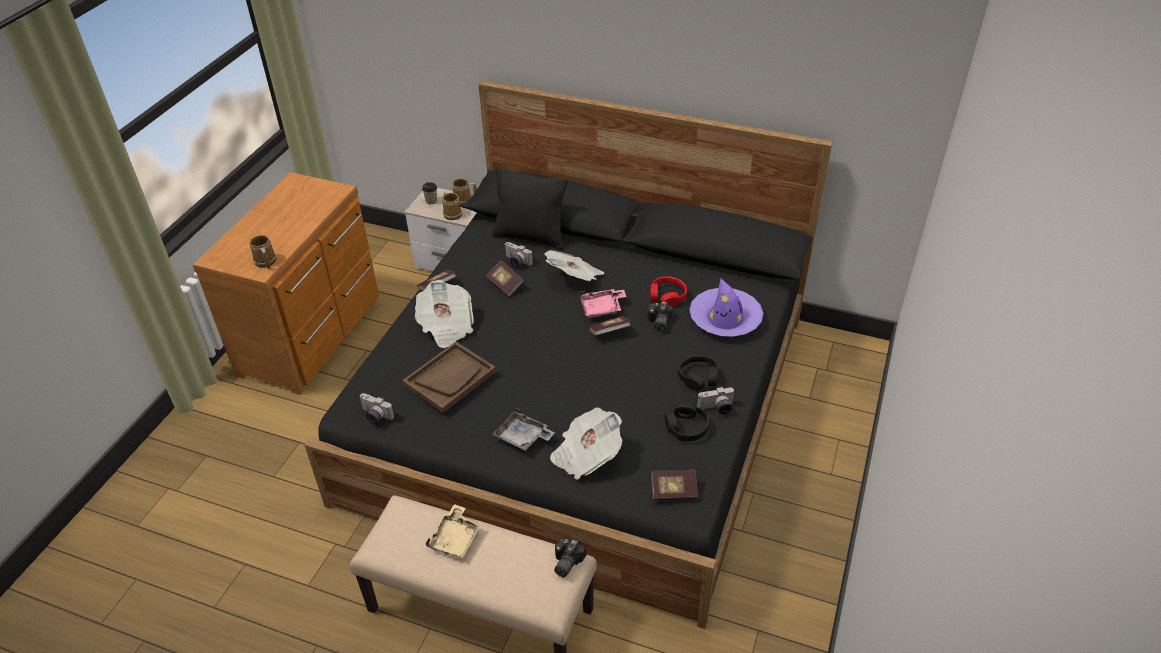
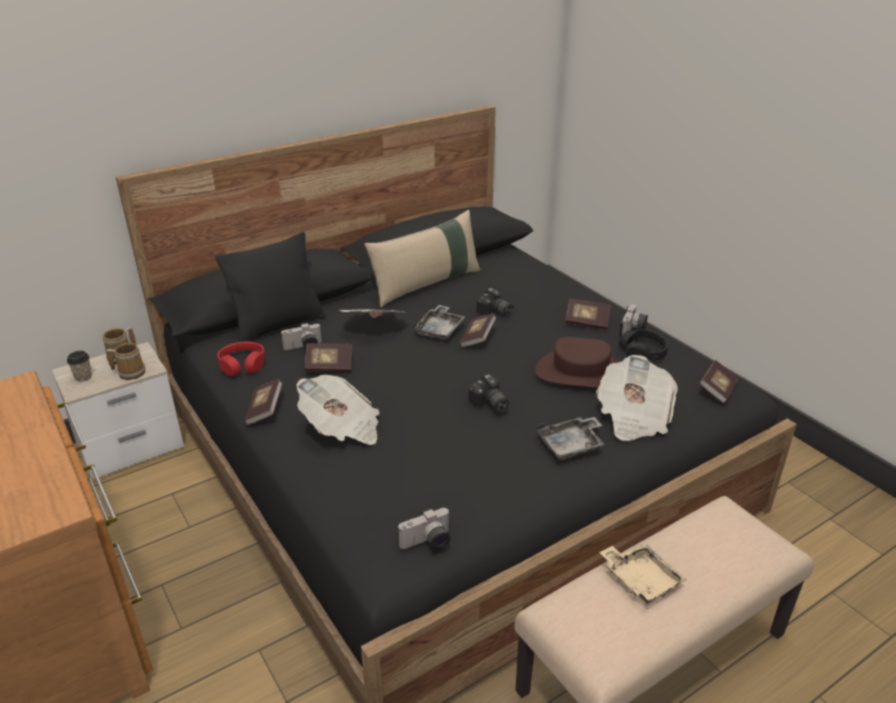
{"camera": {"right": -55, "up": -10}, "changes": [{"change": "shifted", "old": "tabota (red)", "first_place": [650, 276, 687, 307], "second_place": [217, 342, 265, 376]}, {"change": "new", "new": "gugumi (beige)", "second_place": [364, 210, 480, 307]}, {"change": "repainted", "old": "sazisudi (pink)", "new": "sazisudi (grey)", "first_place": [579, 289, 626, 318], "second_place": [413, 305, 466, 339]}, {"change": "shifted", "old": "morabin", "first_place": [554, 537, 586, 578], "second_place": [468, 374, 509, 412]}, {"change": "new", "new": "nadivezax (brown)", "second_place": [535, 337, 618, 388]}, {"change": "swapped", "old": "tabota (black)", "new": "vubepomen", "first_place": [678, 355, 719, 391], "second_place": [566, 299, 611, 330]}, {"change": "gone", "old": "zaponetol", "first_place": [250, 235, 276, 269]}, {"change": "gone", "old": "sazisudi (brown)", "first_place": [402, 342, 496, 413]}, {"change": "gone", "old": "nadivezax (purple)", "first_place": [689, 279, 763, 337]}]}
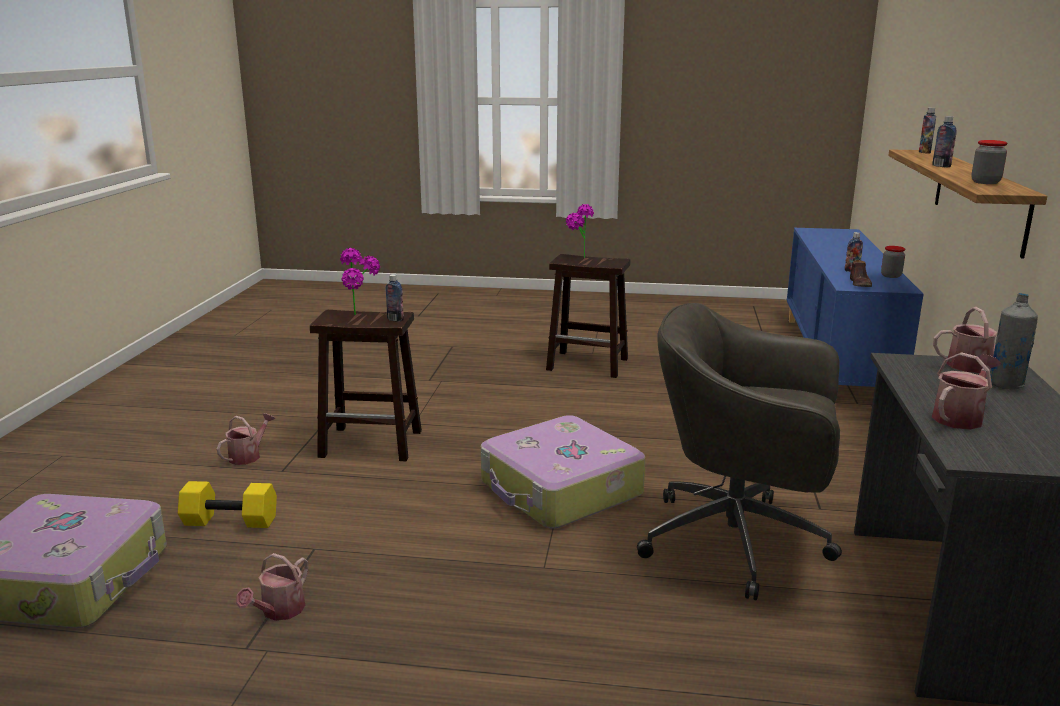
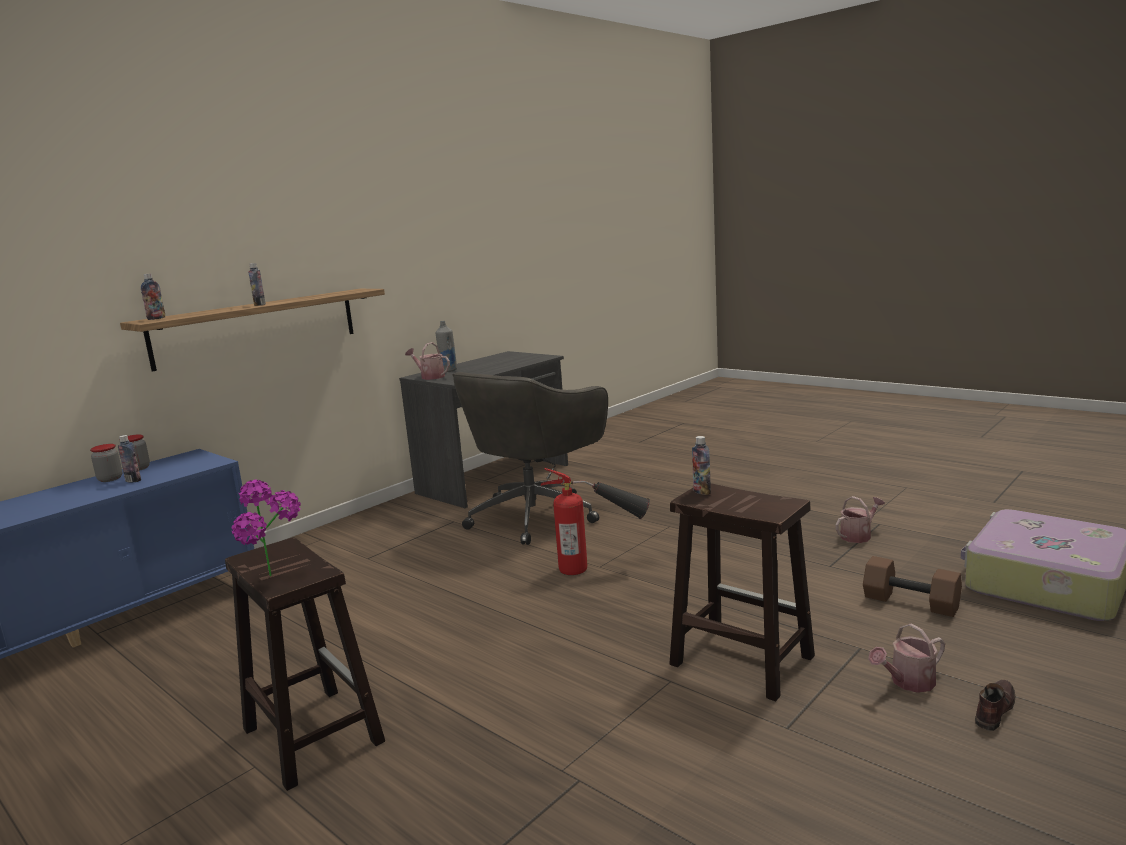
{"camera": {"right": -145, "up": -5}, "changes": [{"change": "shifted", "old": "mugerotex", "first_place": [971, 140, 1007, 184], "second_place": [90, 444, 122, 482]}, {"change": "rotated", "old": "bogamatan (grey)", "first_place": [637, 303, 842, 600], "second_place": [452, 372, 608, 545], "degrees": 75}, {"change": "swapped", "old": "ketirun", "new": "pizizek", "first_place": [481, 415, 646, 529], "second_place": [541, 468, 650, 575]}, {"change": "repainted", "old": "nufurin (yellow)", "new": "nufurin (brown)", "first_place": [178, 481, 277, 528], "second_place": [863, 556, 962, 617]}, {"change": "shifted", "old": "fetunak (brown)", "first_place": [850, 260, 872, 287], "second_place": [975, 680, 1015, 731]}, {"change": "gone", "old": "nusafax", "first_place": [340, 248, 380, 315]}, {"change": "gone", "old": "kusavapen", "first_place": [932, 352, 1001, 430]}]}
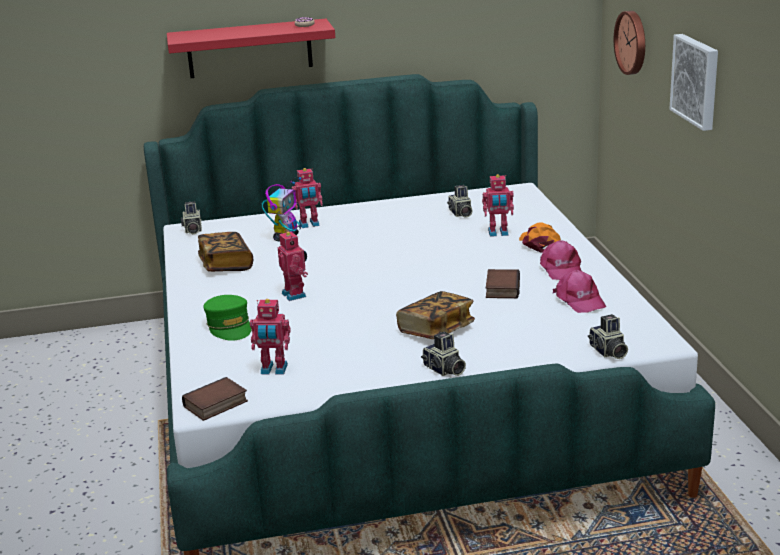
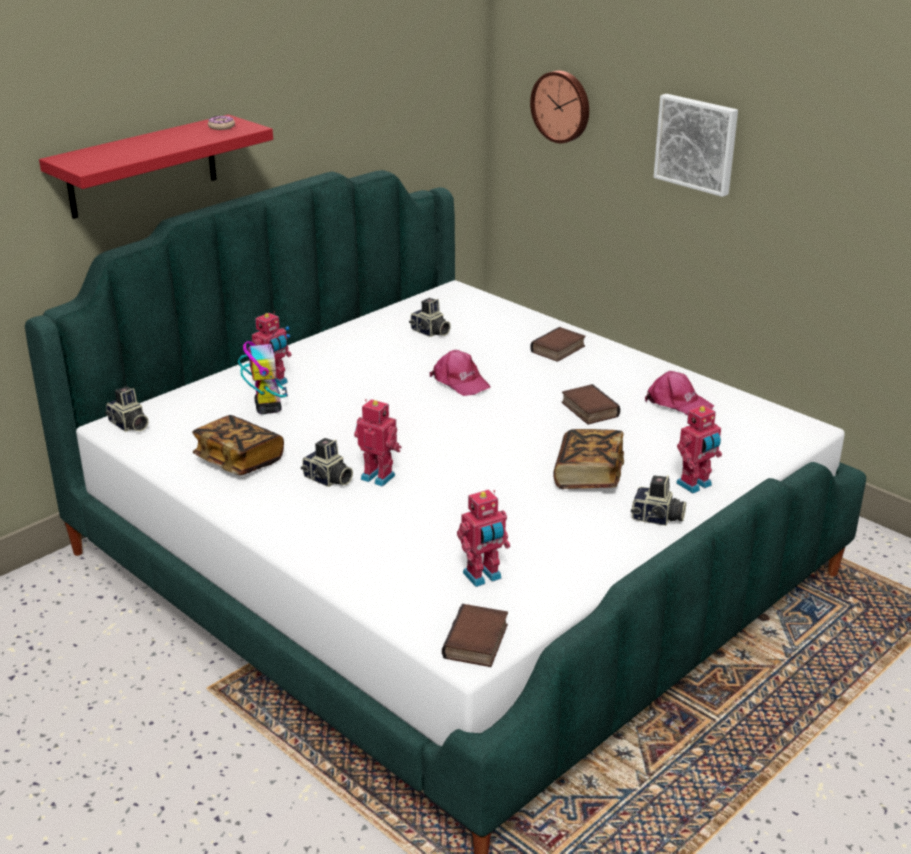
{"camera": {"right": -35, "up": 5}, "changes": [{"change": "shifted", "old": "morabin", "first_place": [588, 314, 628, 359], "second_place": [301, 438, 353, 487]}, {"change": "shifted", "old": "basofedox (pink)", "first_place": [540, 240, 581, 280], "second_place": [430, 350, 491, 396]}, {"change": "swapped", "old": "basofedox (orange)", "new": "vubepomen", "first_place": [519, 223, 561, 253], "second_place": [530, 327, 586, 362]}, {"change": "shifted", "old": "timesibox", "first_place": [482, 174, 514, 237], "second_place": [676, 405, 722, 493]}, {"change": "gone", "old": "basofedox (green)", "first_place": [204, 295, 252, 341]}]}
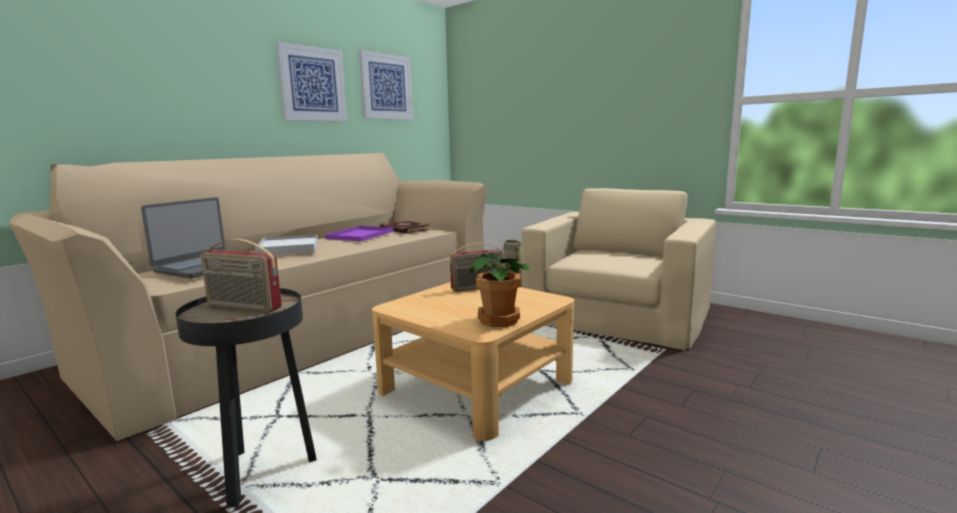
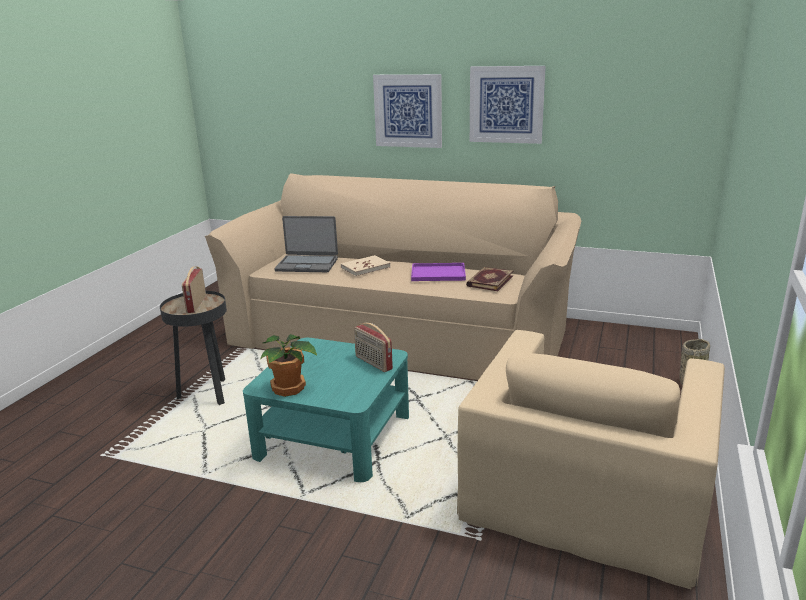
{"camera": {"right": 70, "up": 10}, "changes": [{"change": "repainted", "old": "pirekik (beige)", "new": "pirekik (turquoise)", "first_place": [372, 282, 574, 441], "second_place": [243, 338, 409, 482]}, {"change": "swapped", "old": "sazisudi (white)", "new": "vubepomen (beige)", "first_place": [255, 235, 318, 255], "second_place": [341, 255, 391, 276]}, {"change": "shifted", "old": "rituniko", "first_place": [359, 50, 413, 120], "second_place": [373, 74, 442, 148]}, {"change": "rotated", "old": "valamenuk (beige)", "first_place": [521, 188, 716, 350], "second_place": [457, 330, 725, 589], "degrees": 105}]}
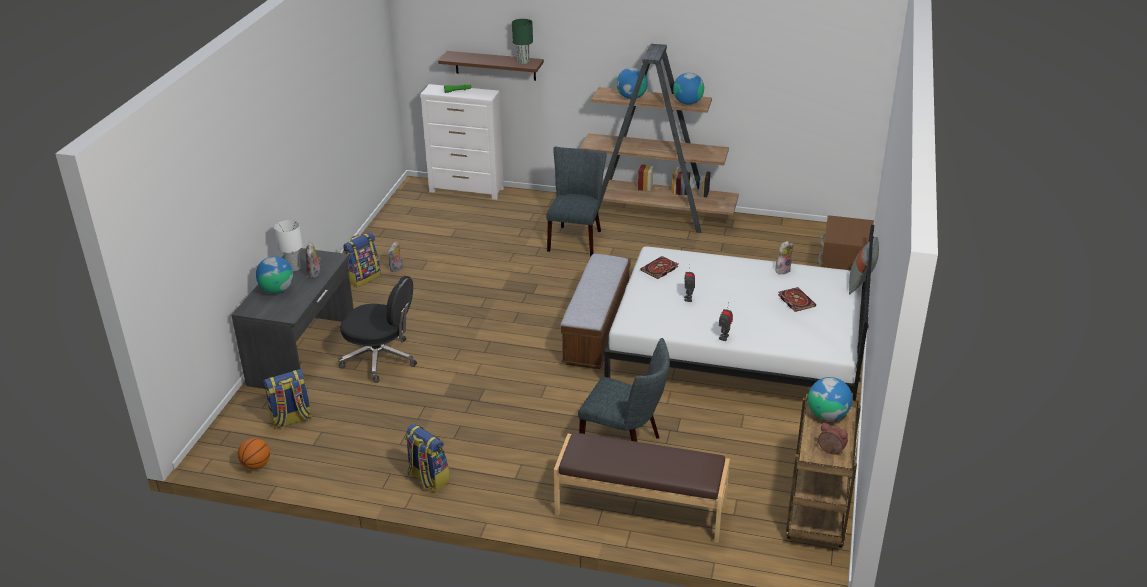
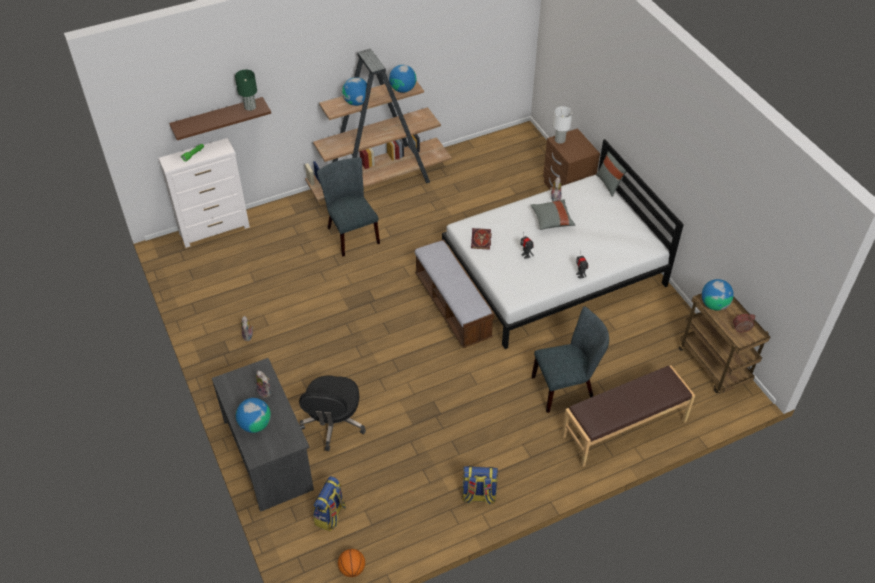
{"camera": {"right": -40, "up": 15}, "changes": [{"change": "rotated", "old": "bogamatan (black)", "first_place": [338, 276, 417, 383], "second_place": [299, 376, 366, 451], "degrees": 120}, {"change": "new", "new": "gugumi (grey)", "second_place": [530, 199, 575, 230]}, {"change": "shifted", "old": "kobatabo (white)", "first_place": [274, 220, 302, 272], "second_place": [553, 106, 572, 144]}, {"change": "gone", "old": "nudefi", "first_place": [343, 232, 381, 287]}, {"change": "gone", "old": "vubepomen", "first_place": [778, 287, 816, 312]}]}
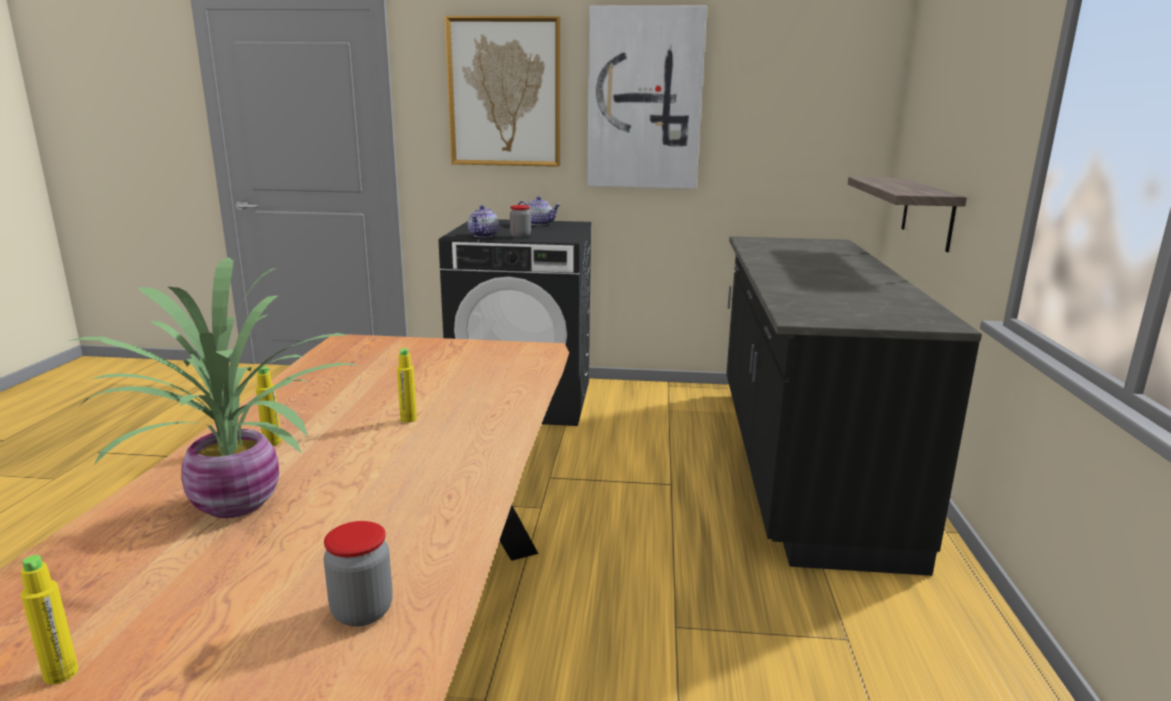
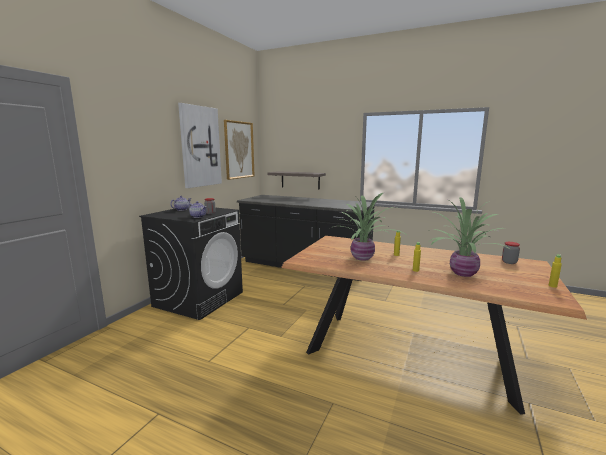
{"camera": {"right": -70, "up": -5}, "changes": [{"change": "shifted", "old": "rituniko", "first_place": [445, 16, 560, 167], "second_place": [224, 120, 255, 180]}, {"change": "new", "new": "nusafax", "second_place": [331, 193, 408, 261]}]}
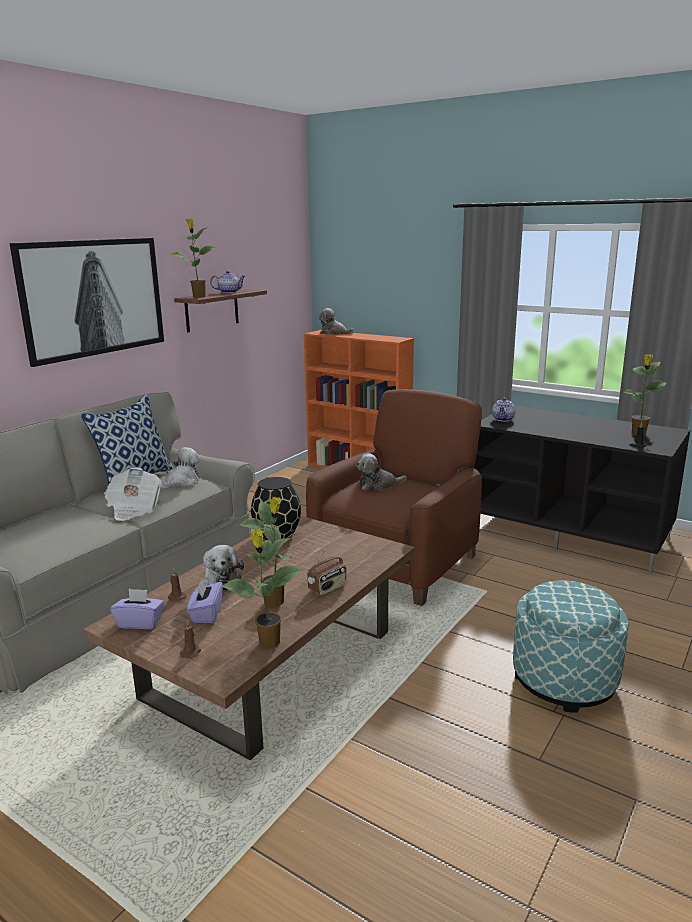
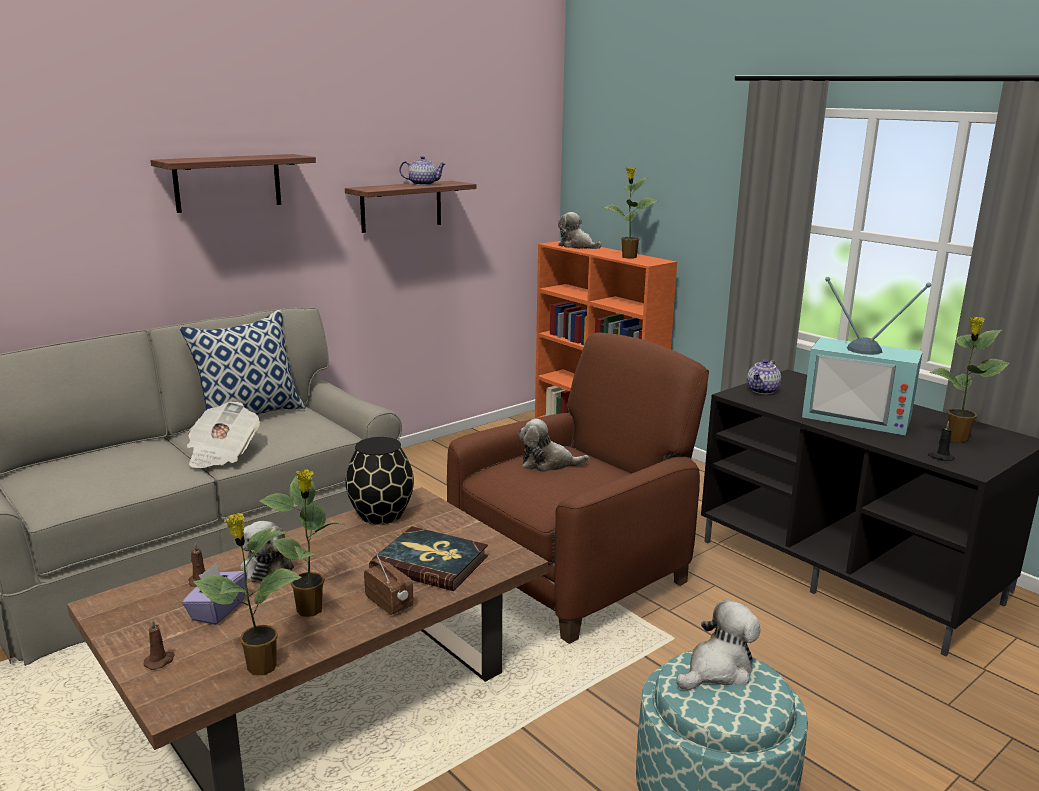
{"camera": {"right": 15, "up": 0}, "changes": [{"change": "swapped", "old": "rituniko", "new": "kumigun", "first_place": [9, 238, 164, 367], "second_place": [150, 154, 316, 213]}, {"change": "rotated", "old": "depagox", "first_place": [307, 545, 347, 596], "second_place": [364, 549, 413, 615], "degrees": -105}, {"change": "new", "new": "vubepomen", "second_place": [372, 526, 488, 591]}, {"change": "shifted", "old": "nusafax", "first_place": [171, 218, 217, 298], "second_place": [603, 167, 658, 259]}, {"change": "shifted", "old": "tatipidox", "first_place": [160, 447, 200, 489], "second_place": [676, 600, 760, 690]}, {"change": "new", "new": "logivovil", "second_place": [802, 277, 931, 436]}, {"change": "gone", "old": "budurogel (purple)", "first_place": [110, 589, 164, 629]}]}
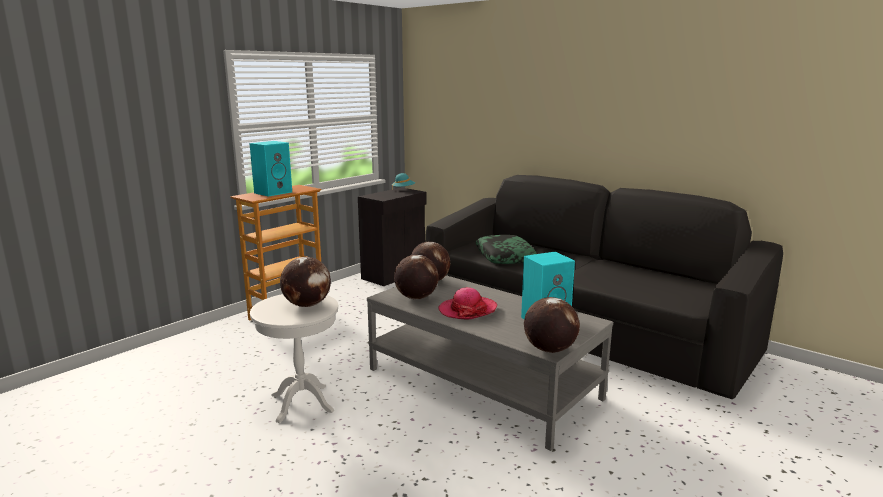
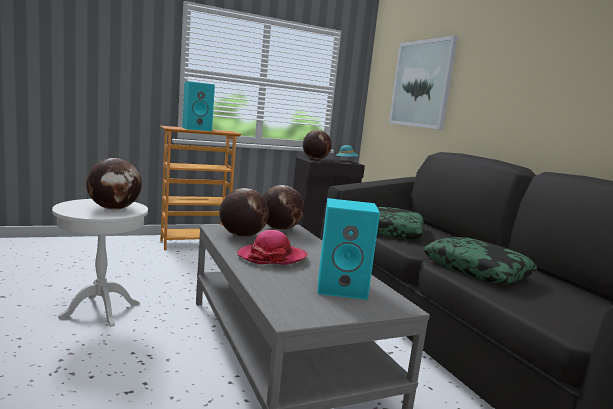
{"camera": {"right": 25, "up": -5}, "changes": [{"change": "shifted", "old": "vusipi", "first_place": [524, 297, 580, 353], "second_place": [303, 130, 332, 160]}, {"change": "new", "new": "rituniko", "second_place": [389, 35, 458, 130]}, {"change": "new", "new": "gugumi", "second_place": [424, 237, 537, 284]}]}
